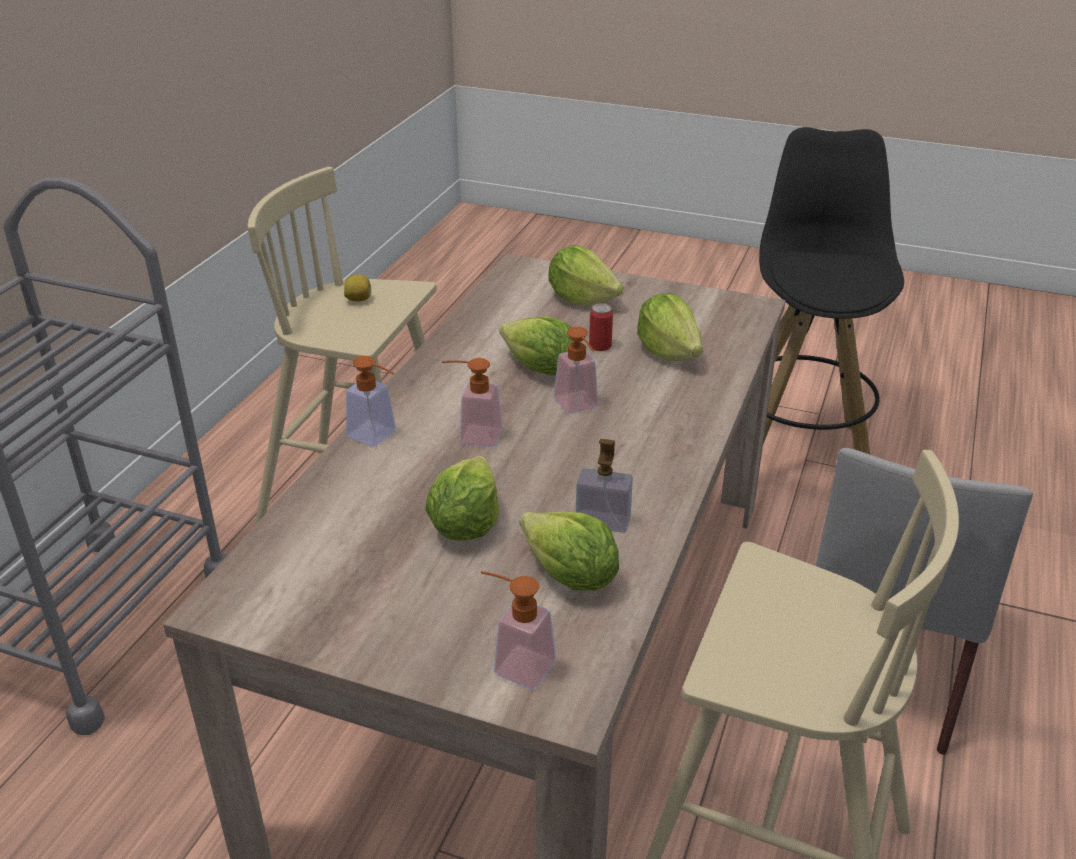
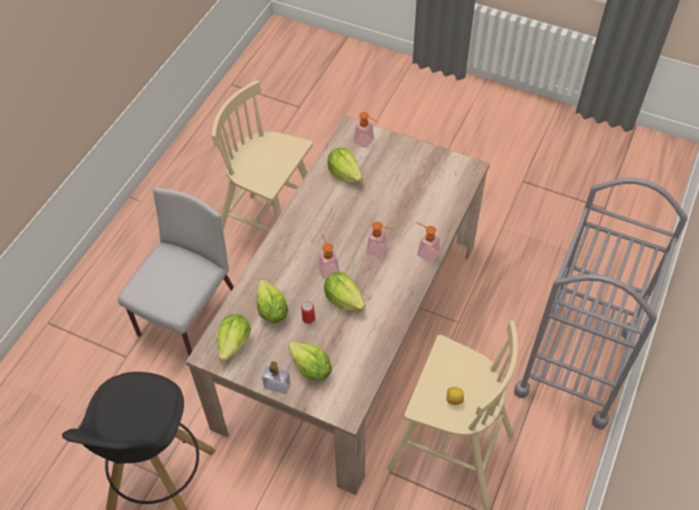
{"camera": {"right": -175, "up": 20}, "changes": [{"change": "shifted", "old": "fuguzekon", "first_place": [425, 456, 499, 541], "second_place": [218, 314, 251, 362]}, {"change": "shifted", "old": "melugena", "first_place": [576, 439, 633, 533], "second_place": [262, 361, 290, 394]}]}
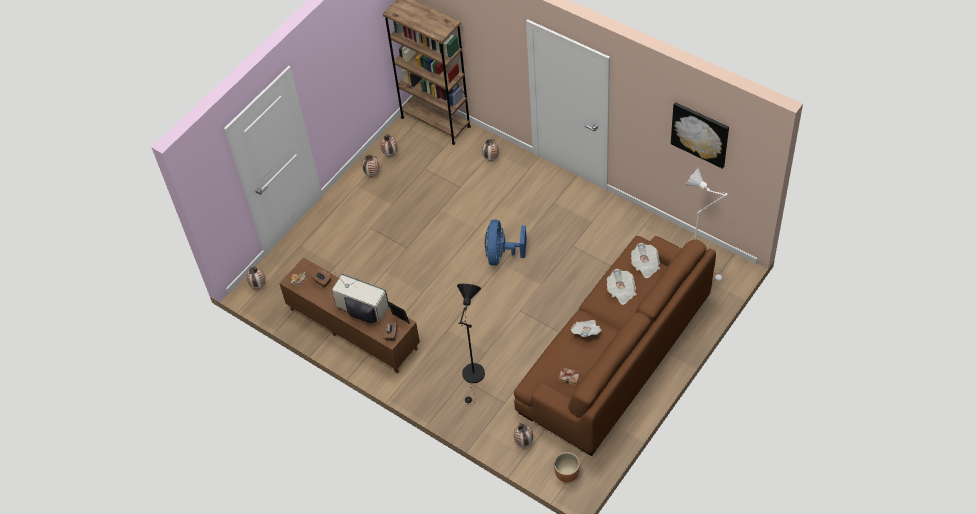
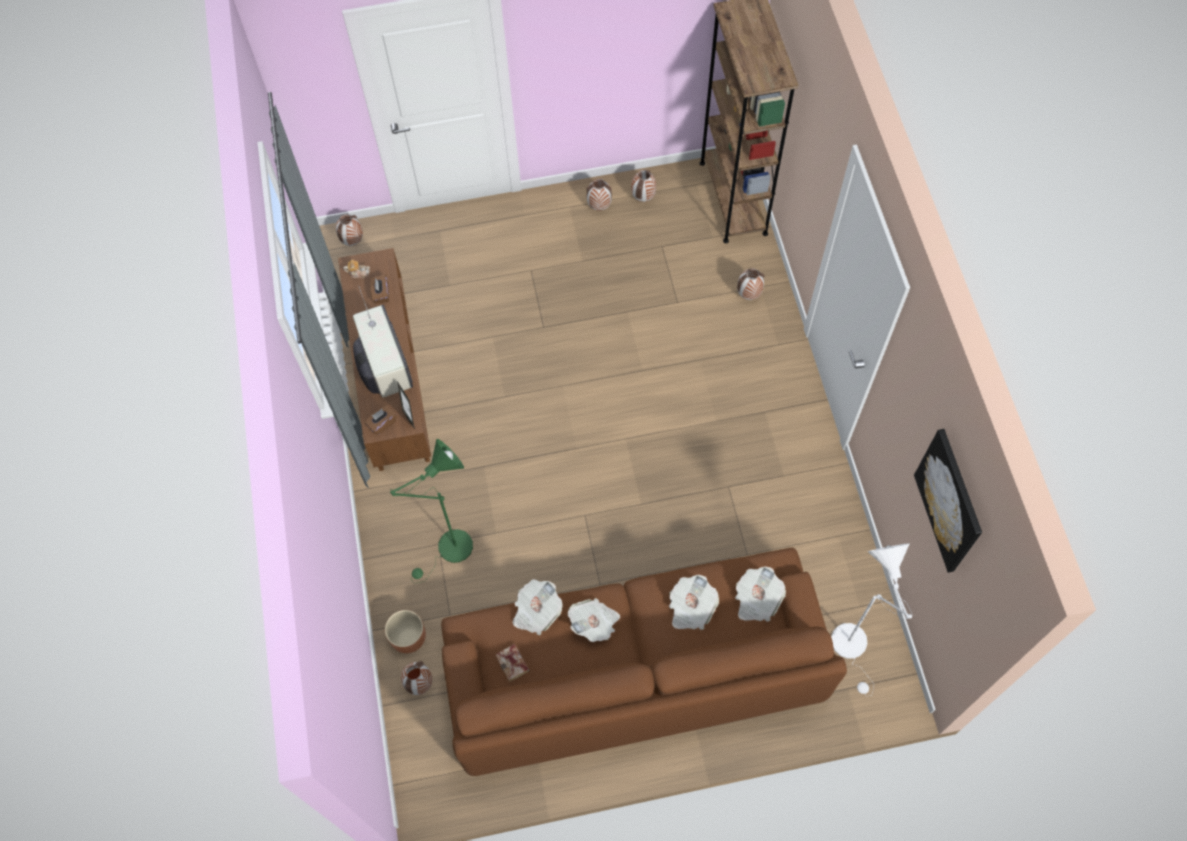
{"camera": {"right": 40, "up": 10}, "changes": [{"change": "shifted", "old": "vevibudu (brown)", "first_place": [554, 452, 580, 482], "second_place": [385, 610, 426, 653]}, {"change": "repainted", "old": "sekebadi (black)", "new": "sekebadi (green)", "first_place": [457, 284, 485, 405], "second_place": [390, 439, 473, 583]}, {"change": "new", "new": "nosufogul", "second_place": [512, 579, 562, 635]}, {"change": "gone", "old": "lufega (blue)", "first_place": [484, 219, 527, 266]}]}
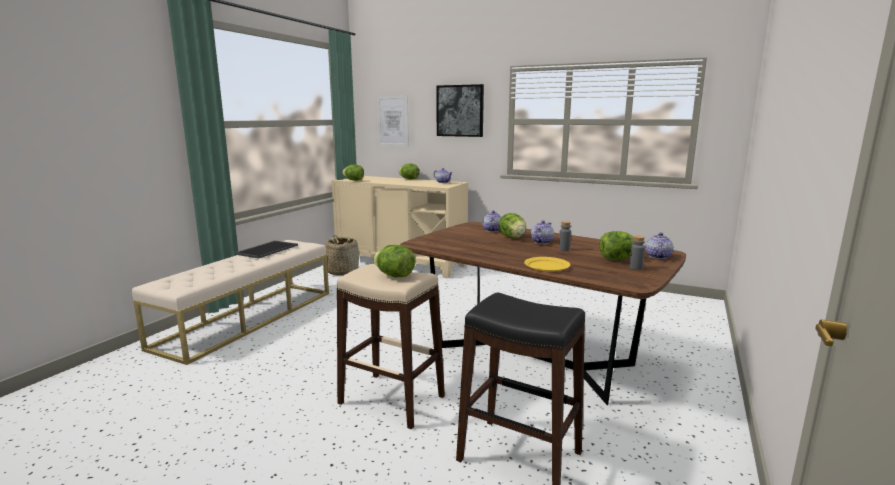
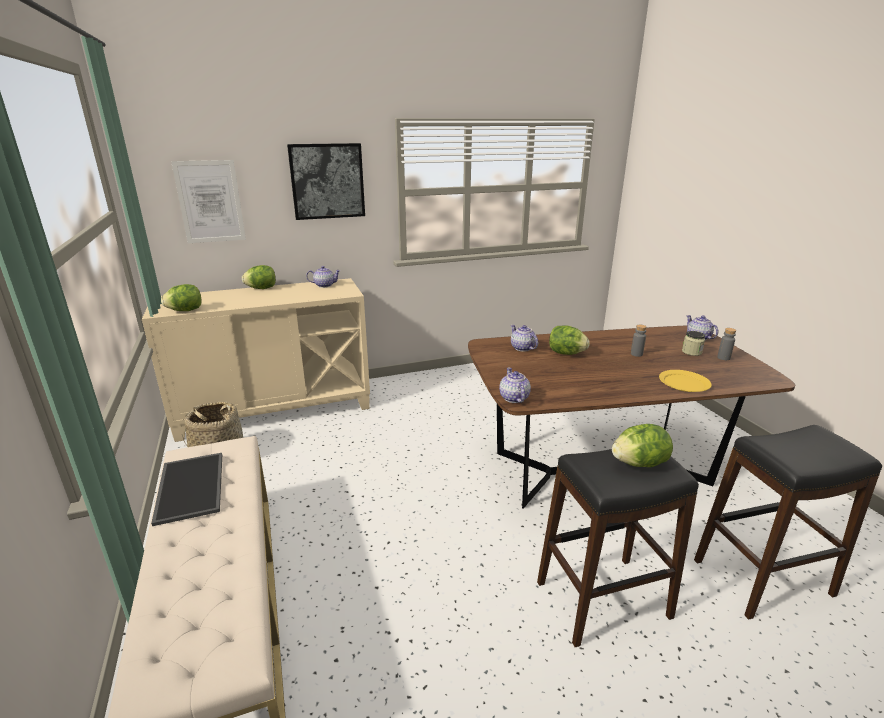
{"camera": {"right": -45, "up": 10}, "changes": [{"change": "shifted", "old": "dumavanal", "first_place": [531, 220, 554, 244], "second_place": [499, 367, 531, 403]}, {"change": "repainted", "old": "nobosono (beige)", "new": "nobosono (black)", "first_place": [337, 264, 445, 429], "second_place": [537, 449, 699, 647]}, {"change": "swapped", "old": "fuguzekon", "new": "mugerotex", "first_place": [599, 231, 634, 260], "second_place": [682, 331, 705, 356]}]}
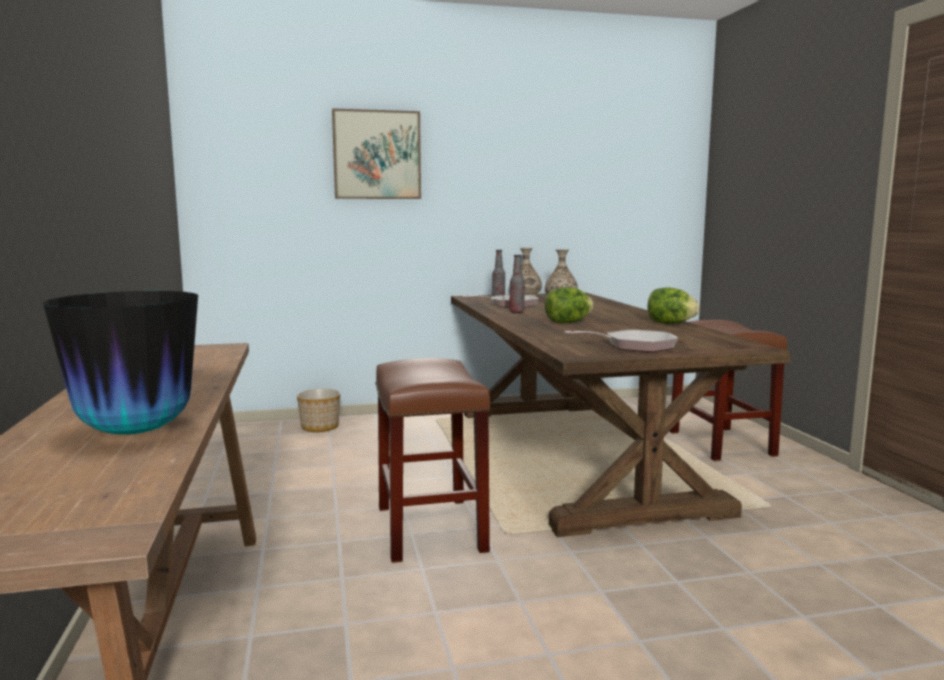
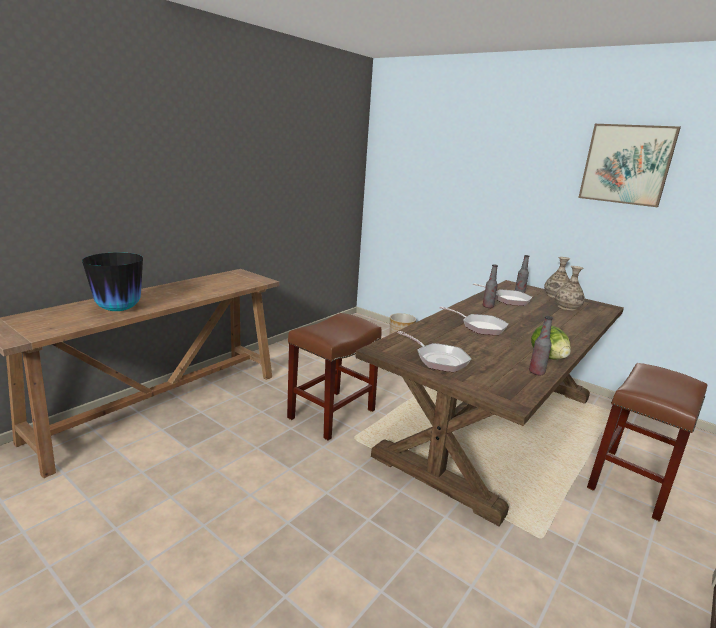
{"camera": {"right": 50, "up": 10}, "changes": [{"change": "swapped", "old": "fuguzekon", "new": "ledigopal", "first_place": [545, 287, 594, 323], "second_place": [439, 306, 508, 335]}, {"change": "new", "new": "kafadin", "second_place": [529, 316, 553, 375]}, {"change": "shifted", "old": "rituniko", "first_place": [332, 108, 421, 199], "second_place": [578, 124, 681, 207]}]}
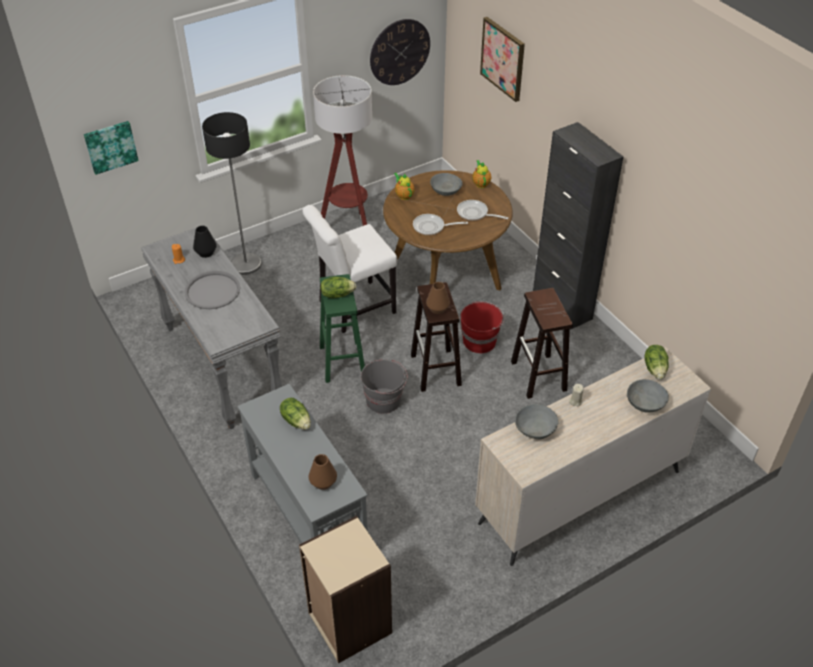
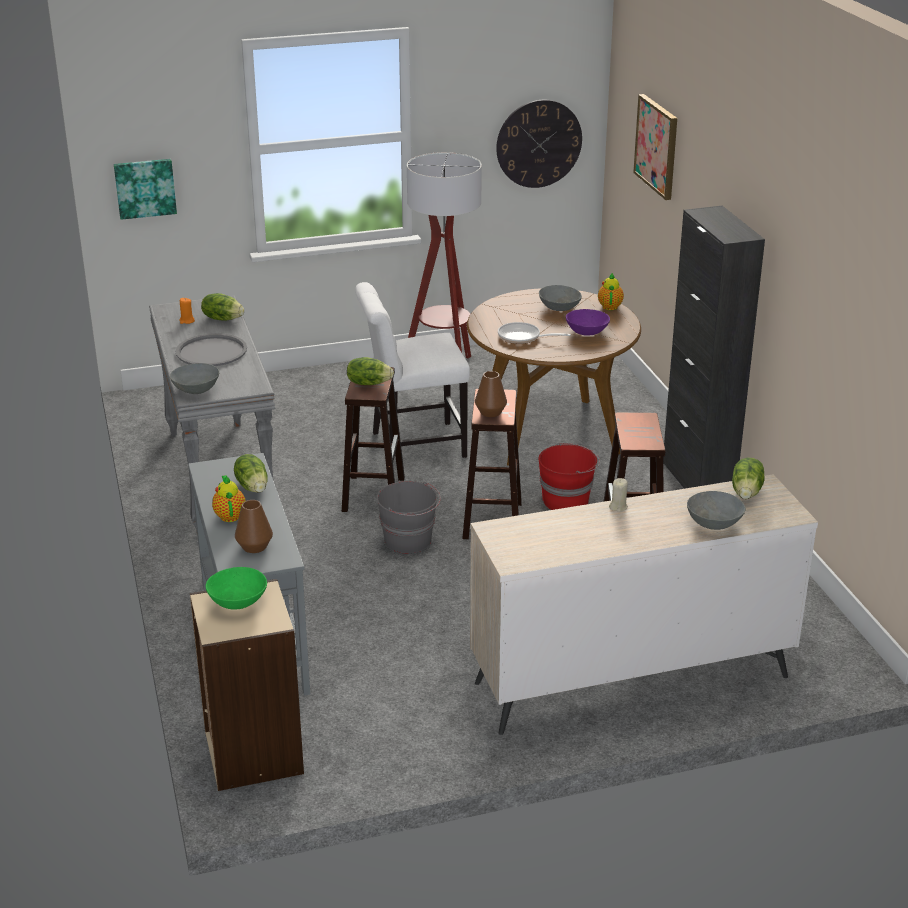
{"camera": {"right": 15, "up": -15}, "changes": [{"change": "shifted", "old": "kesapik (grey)", "first_place": [515, 404, 558, 439], "second_place": [170, 363, 220, 394]}, {"change": "swapped", "old": "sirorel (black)", "new": "fuguzekon", "first_place": [193, 226, 217, 258], "second_place": [201, 293, 244, 321]}, {"change": "new", "new": "kesapik (green)", "second_place": [206, 567, 267, 610]}, {"change": "shifted", "old": "dumavanal", "first_place": [394, 173, 414, 200], "second_place": [212, 475, 246, 522]}, {"change": "repainted", "old": "nobosono (green)", "new": "nobosono (brown)", "first_place": [320, 274, 365, 383], "second_place": [342, 367, 405, 512]}, {"change": "swapped", "old": "ledigopal", "new": "kesapik (purple)", "first_place": [457, 200, 508, 221], "second_place": [566, 309, 610, 335]}, {"change": "gone", "old": "sekebadi", "first_place": [202, 112, 262, 275]}]}
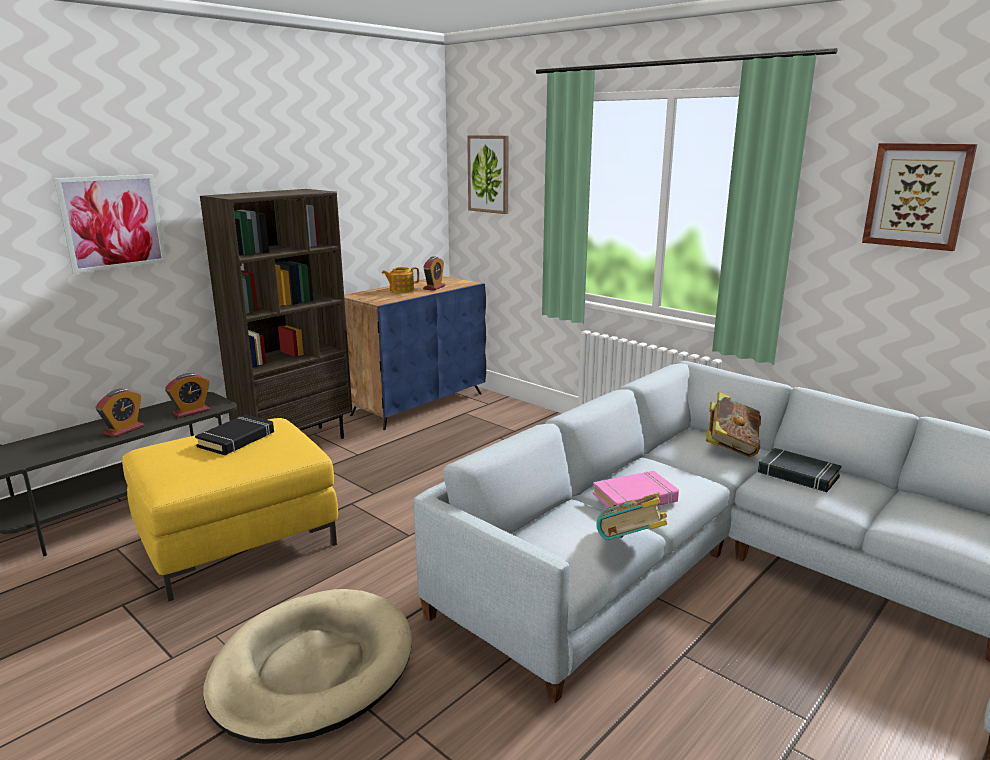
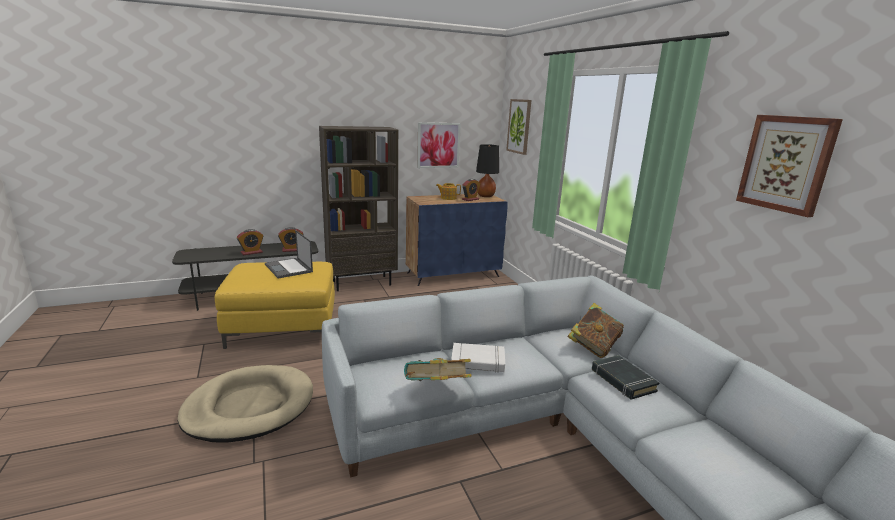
{"camera": {"right": 25, "up": 0}, "changes": [{"change": "swapped", "old": "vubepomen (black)", "new": "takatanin", "first_place": [195, 414, 274, 455], "second_place": [265, 230, 313, 279]}, {"change": "shifted", "old": "rituniko", "first_place": [54, 174, 166, 274], "second_place": [417, 122, 461, 168]}, {"change": "repainted", "old": "vubepomen (pink)", "new": "vubepomen (white)", "first_place": [593, 471, 679, 508], "second_place": [451, 343, 505, 373]}, {"change": "new", "new": "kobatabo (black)", "second_place": [476, 144, 499, 197]}]}
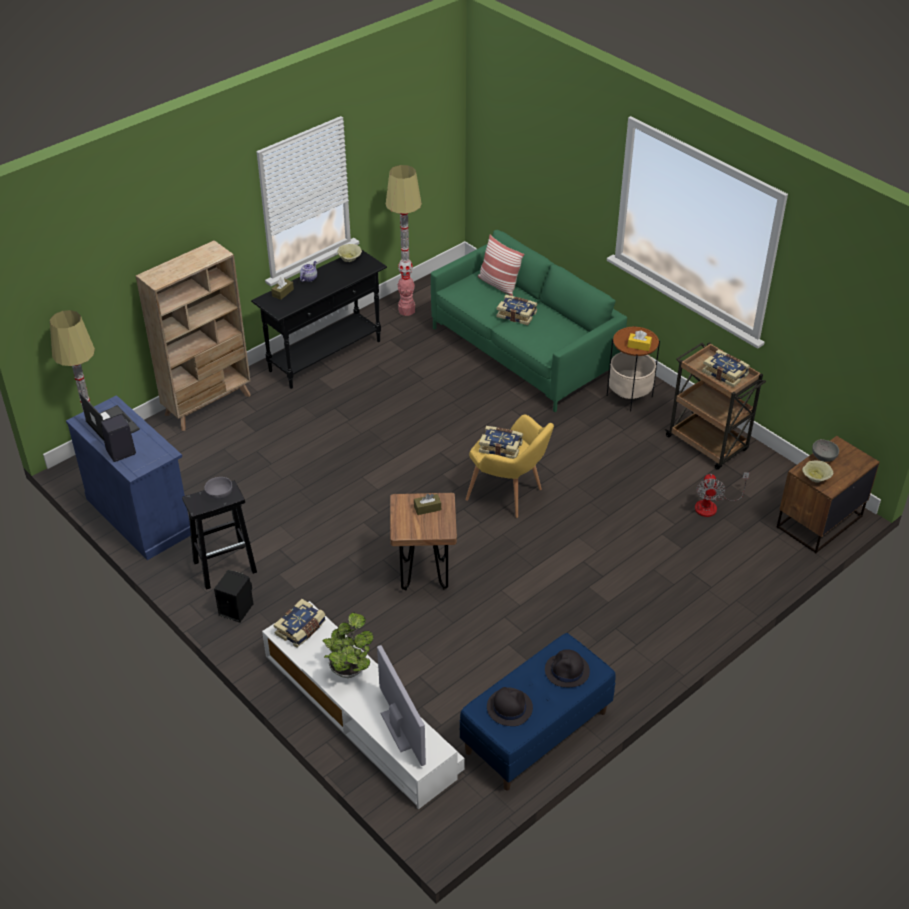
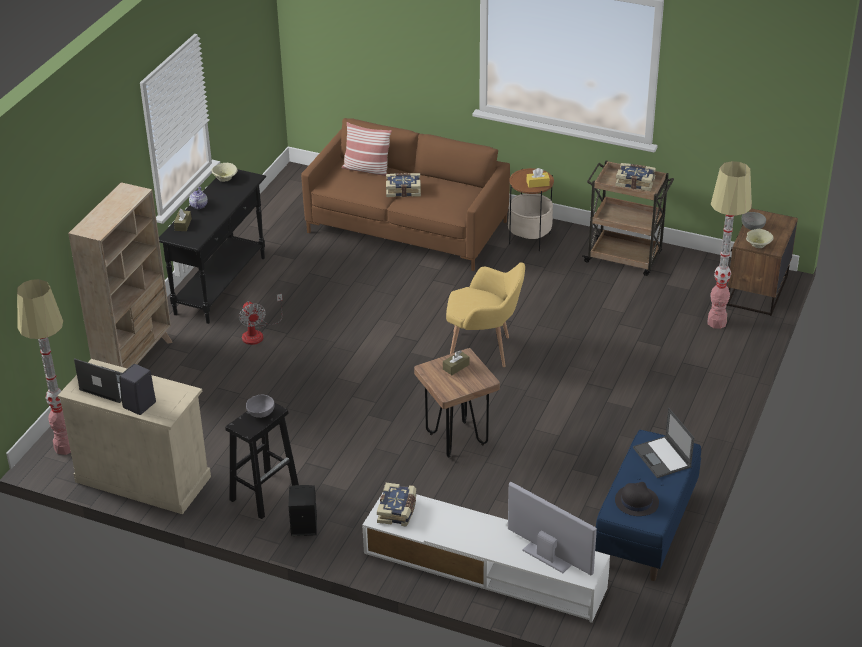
{"camera": {"right": -25, "up": -5}, "changes": [{"change": "repainted", "old": "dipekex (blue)", "new": "dipekex (beige)", "first_place": [66, 395, 191, 560], "second_place": [57, 359, 211, 514]}, {"change": "shifted", "old": "lufega", "first_place": [695, 472, 750, 517], "second_place": [239, 294, 282, 345]}, {"change": "repainted", "old": "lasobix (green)", "new": "lasobix (brown)", "first_place": [431, 230, 627, 412], "second_place": [301, 118, 510, 271]}, {"change": "swapped", "old": "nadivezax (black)", "new": "takatanin", "first_place": [545, 649, 590, 687], "second_place": [633, 408, 694, 478]}, {"change": "shifted", "old": "sekebadi", "first_place": [386, 165, 422, 316], "second_place": [707, 161, 752, 329]}, {"change": "gone", "old": "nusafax", "first_place": [323, 612, 373, 678]}, {"change": "gone", "old": "vubepomen", "first_place": [479, 426, 523, 459]}]}
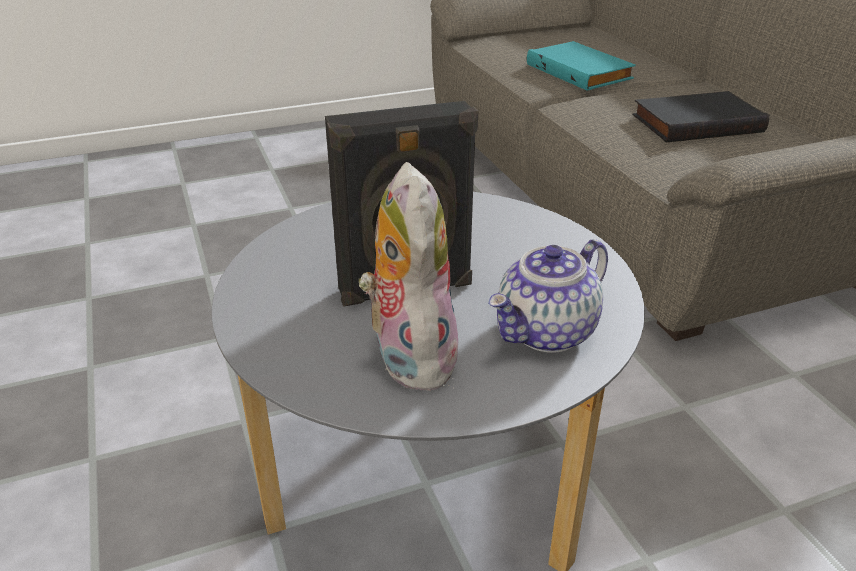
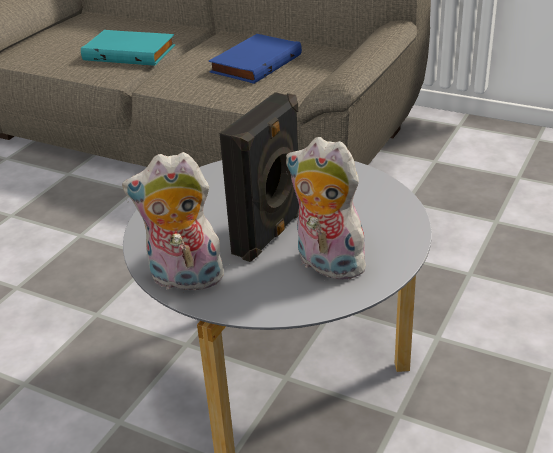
{"camera": {"right": -40, "up": 0}, "changes": [{"change": "new", "new": "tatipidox", "second_place": [122, 152, 227, 295]}, {"change": "repainted", "old": "vubepomen (black)", "new": "vubepomen (blue)", "first_place": [632, 91, 769, 142], "second_place": [209, 34, 302, 84]}, {"change": "gone", "old": "dumavanal", "first_place": [488, 239, 608, 353]}]}
